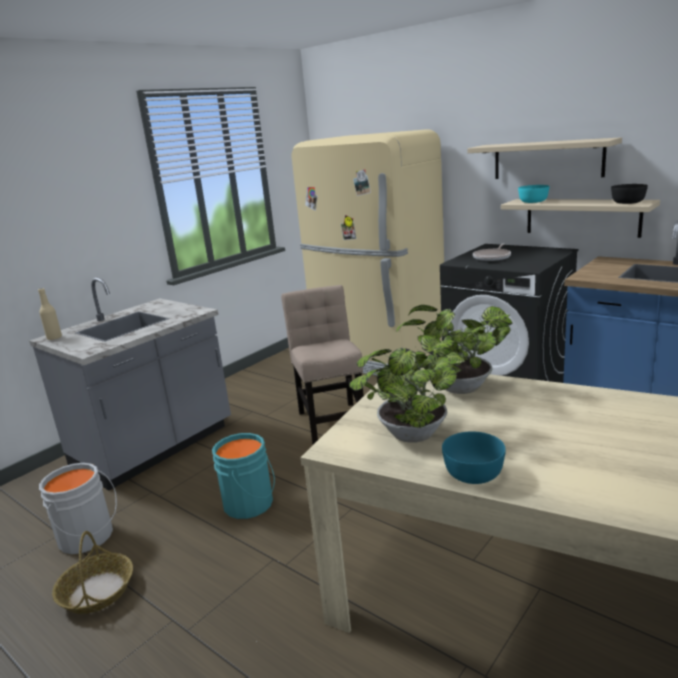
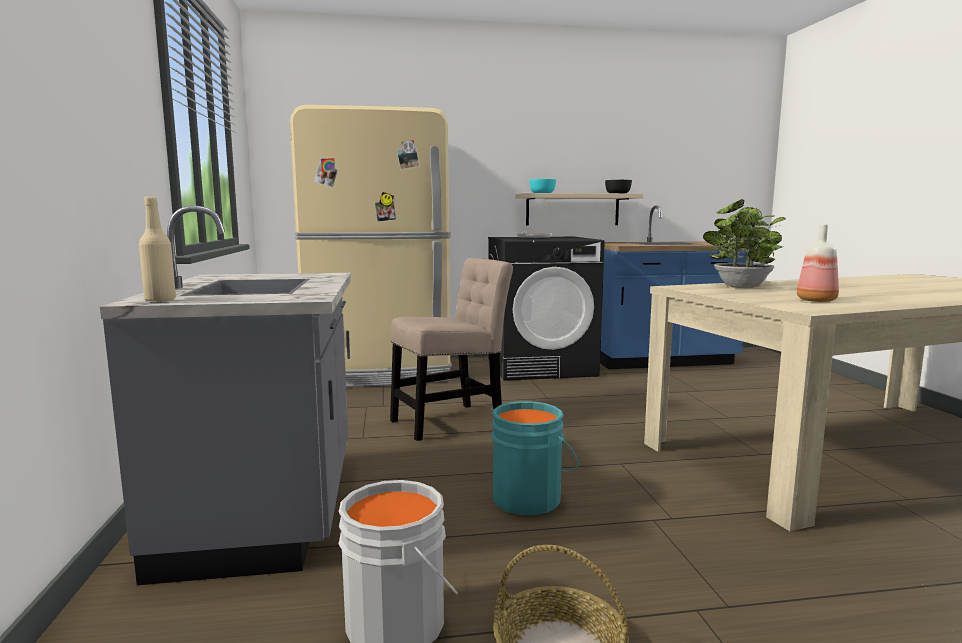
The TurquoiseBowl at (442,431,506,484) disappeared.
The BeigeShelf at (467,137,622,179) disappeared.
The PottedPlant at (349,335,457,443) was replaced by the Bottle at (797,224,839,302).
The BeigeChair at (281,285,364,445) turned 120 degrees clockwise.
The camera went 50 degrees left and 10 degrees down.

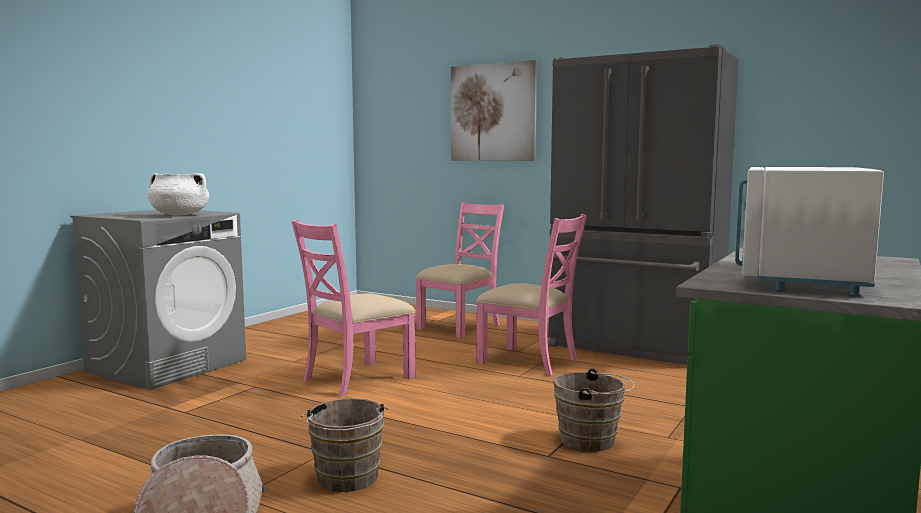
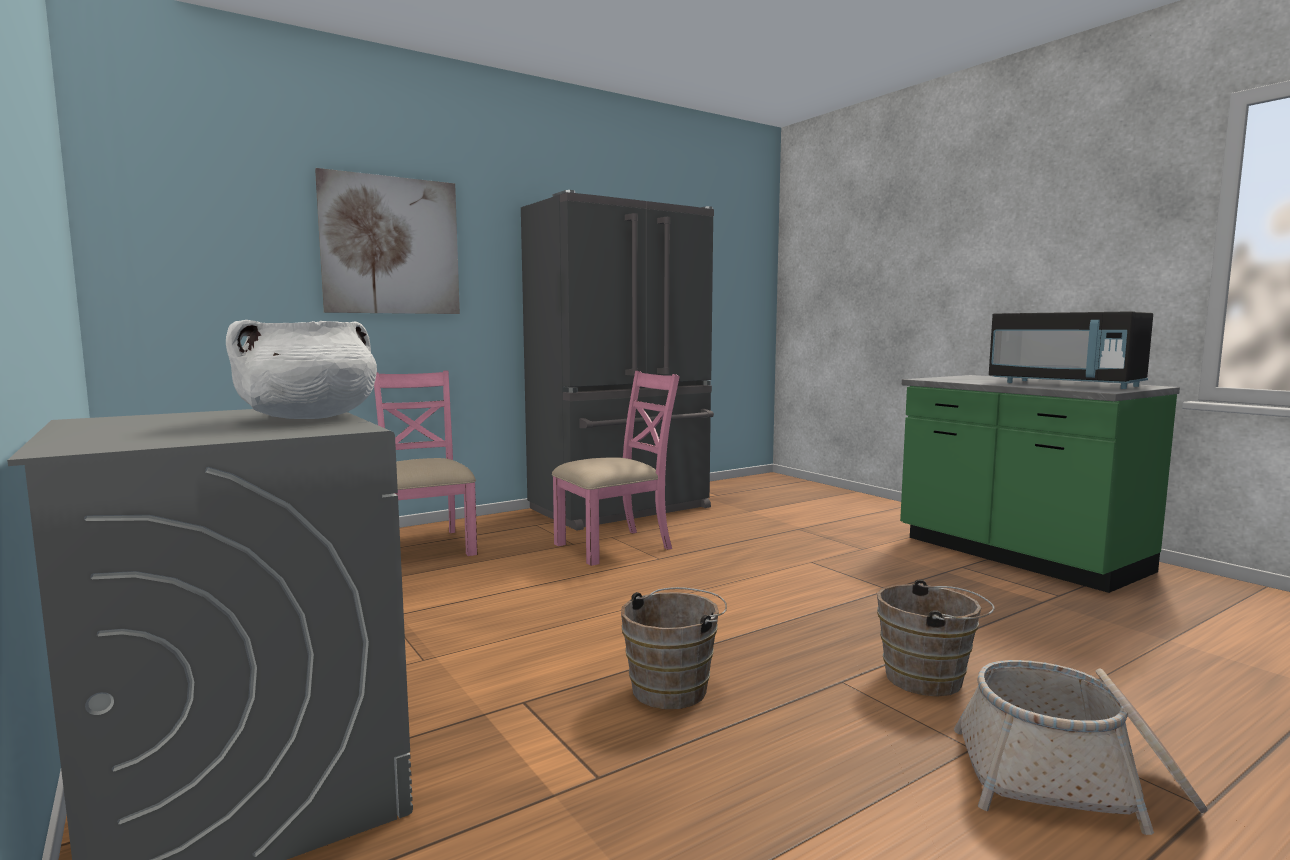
The PinkChair at (292,220,415,397) disappeared.
The BrownBucket moved from (553,369,634,452) to (621,587,727,709).
The WhiteMicrowave at (735,167,884,295) became the BlackMicrowave at (989,311,1153,389).
The camera went 65 degrees left and 0 degrees up.

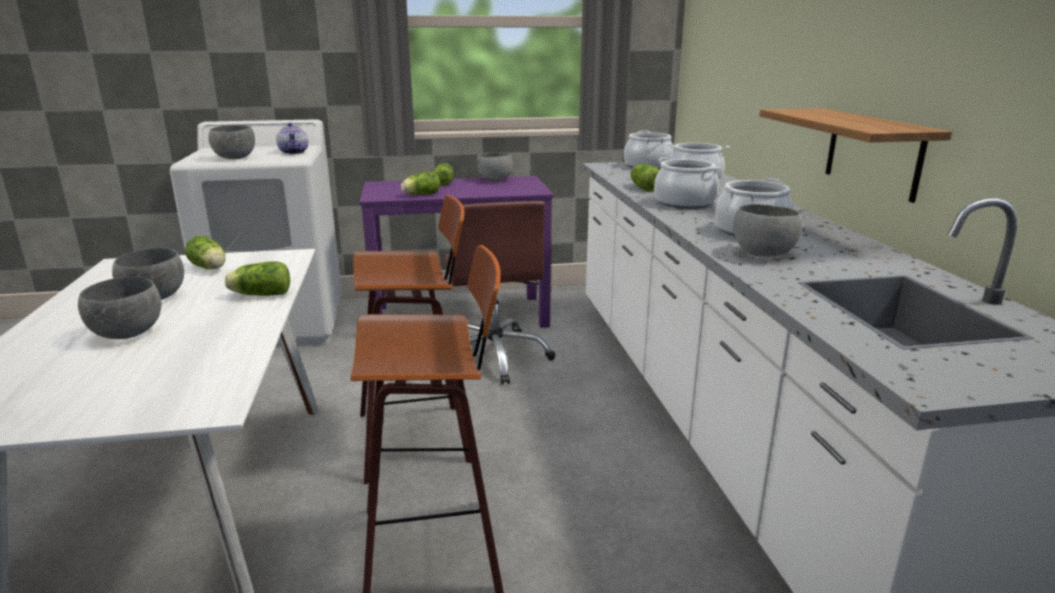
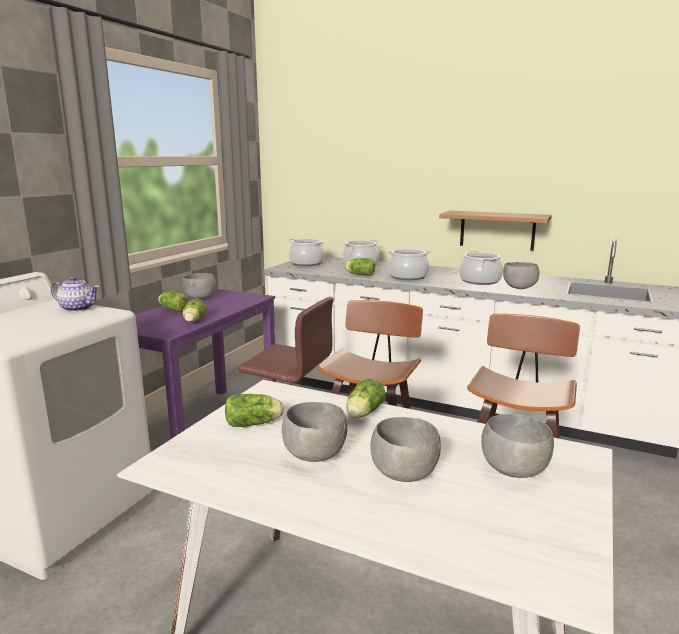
The GreyBowl moved from (208,125,255,159) to (481,414,554,478).
The camera went 55 degrees left and 5 degrees down.

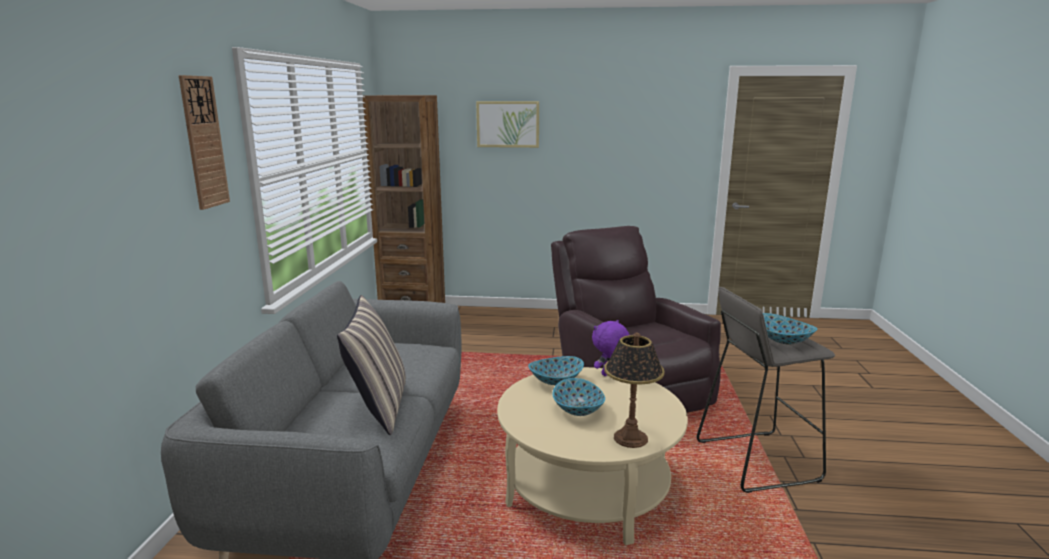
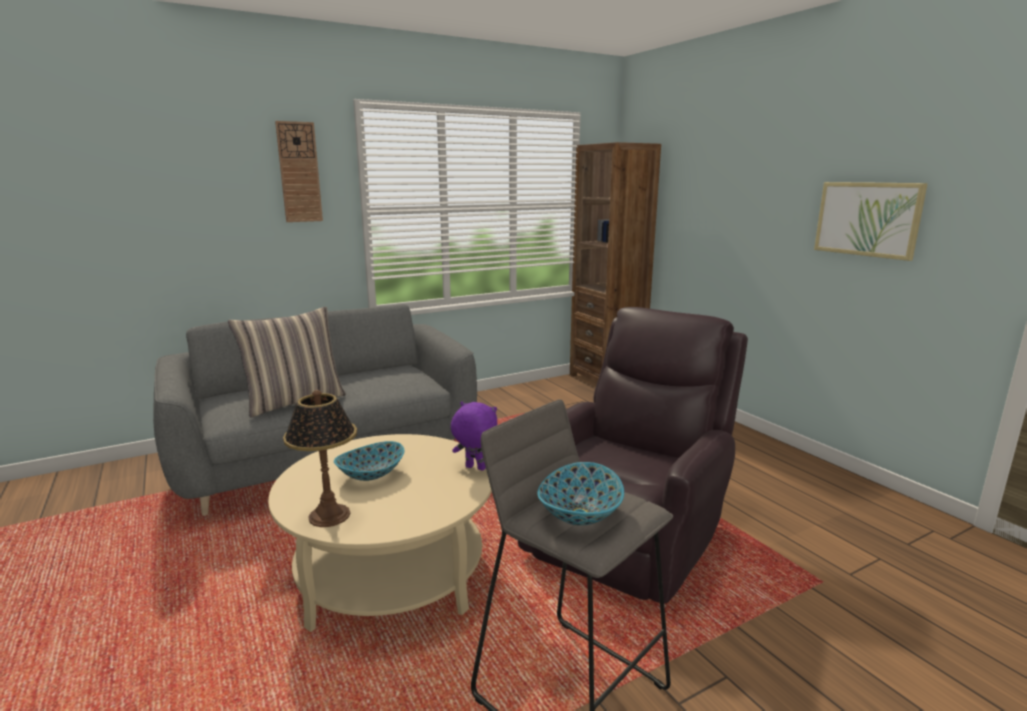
The Bowl at (528,356,584,385) disappeared.
The Picture moved from (476,101,539,148) to (814,182,928,261).
The camera went 55 degrees right and 0 degrees up.

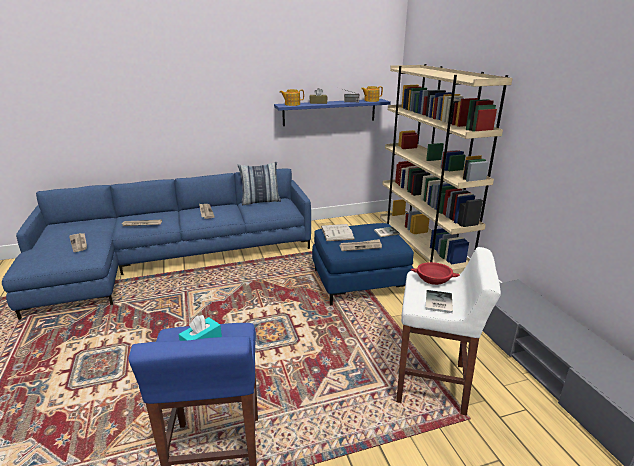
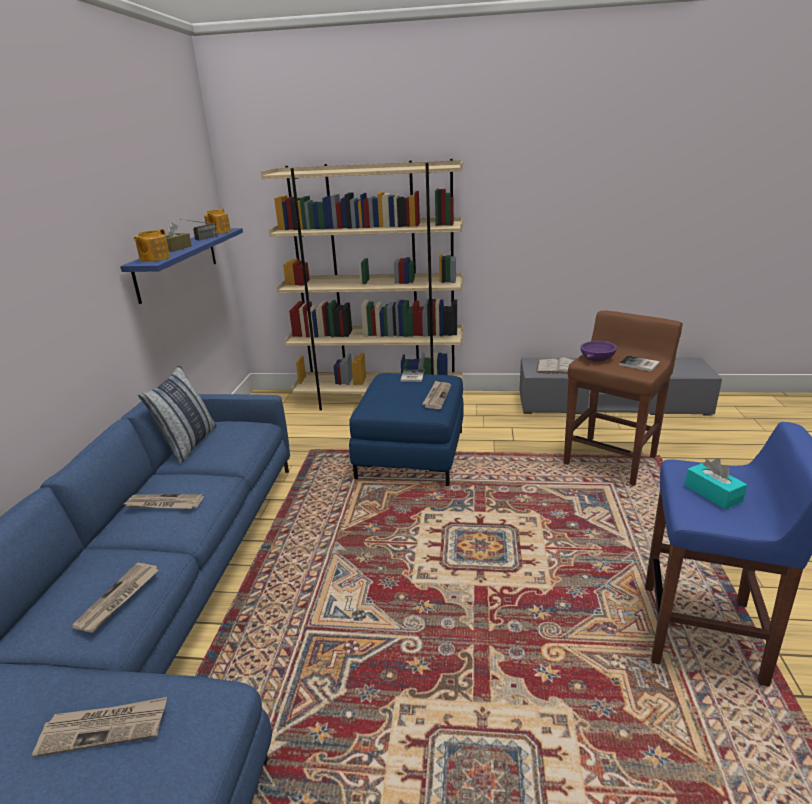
The WhiteBook moved from (321,224,355,241) to (536,357,574,374).
The WhiteStool at (396,247,501,416) became the BrownStool at (564,310,683,486).
The RedBowl at (411,262,460,285) became the PurpleBowl at (581,341,617,362).
The camera went 65 degrees left and 0 degrees up.

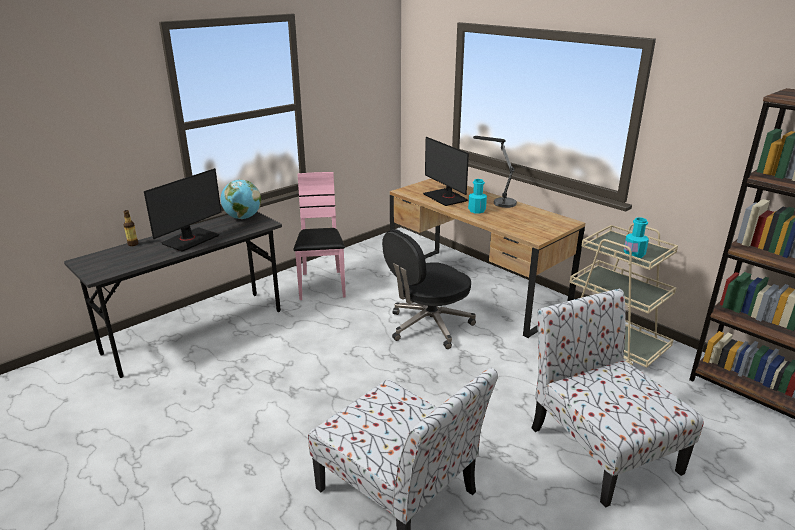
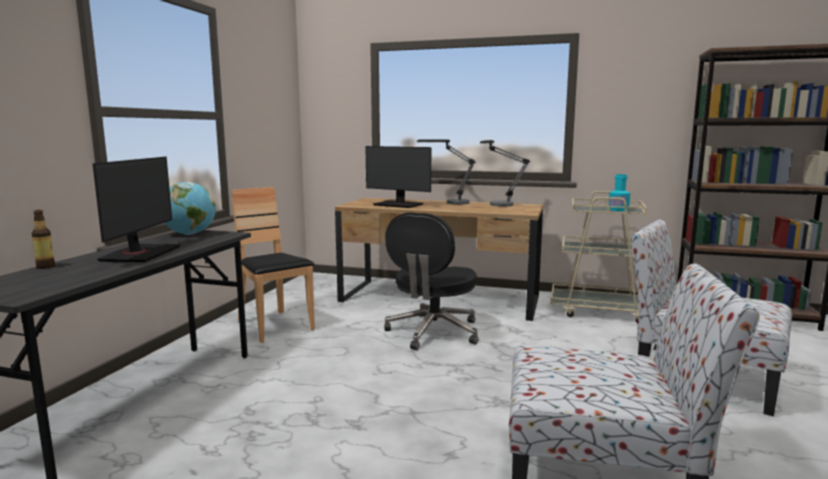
The TurquoiseBottle at (468,179,487,214) disappeared.
The TableLamp at (480,140,530,207) appeared.
The PinkChair at (293,172,346,300) became the BrownChair at (232,187,315,343).
The camera went 30 degrees left and 15 degrees down.

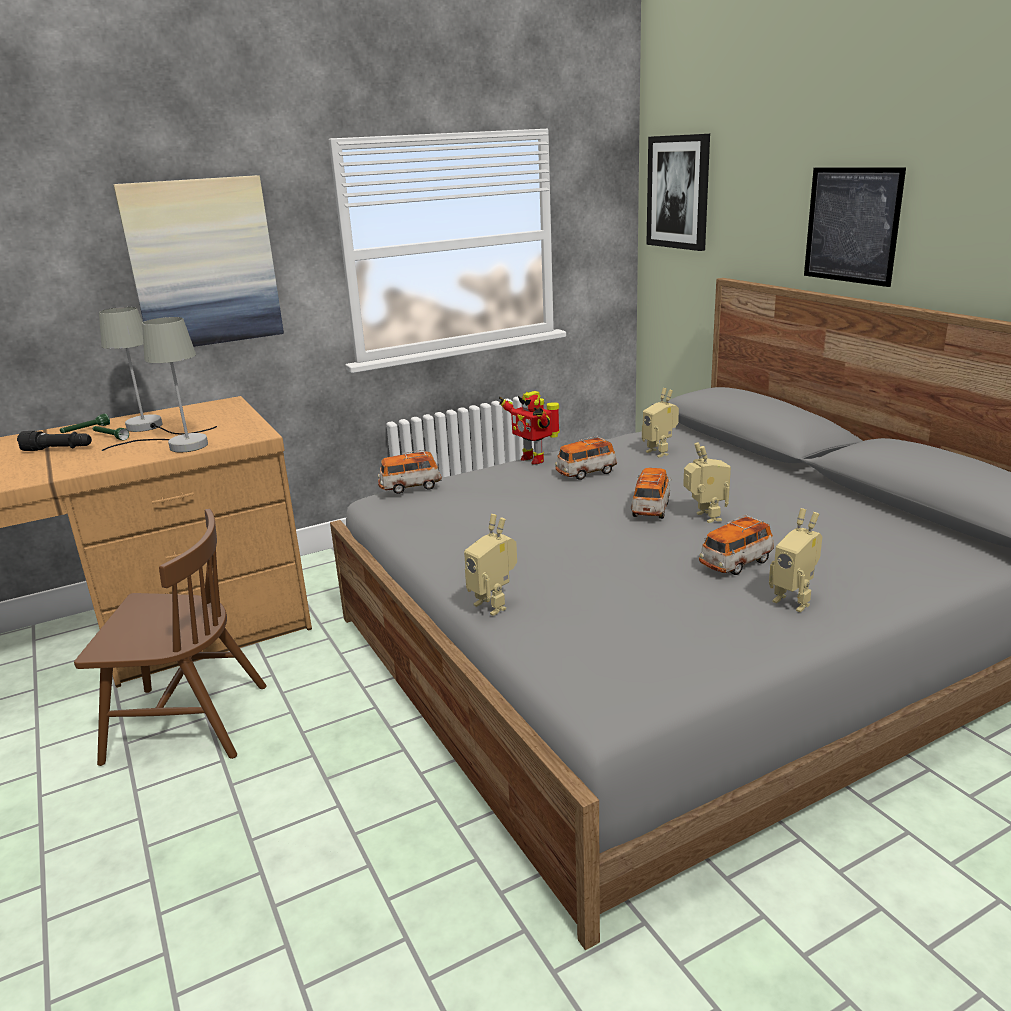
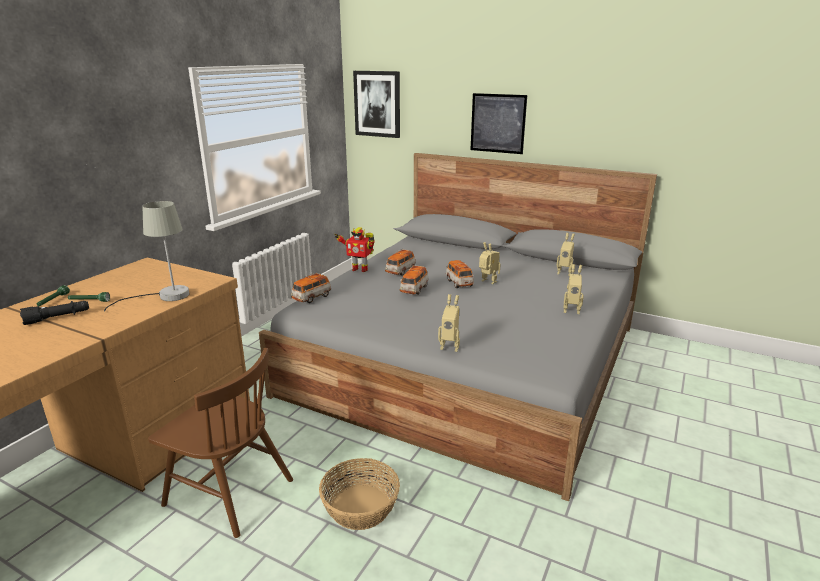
The GreyTableLamp at (99,307,217,435) disappeared.
The Picture at (113,175,284,347) disappeared.
The Basket at (319,458,400,530) appeared.
The ToyRobot moved from (642,388,679,458) to (557,233,575,276).
The ToyCar moved from (699,515,774,575) to (400,265,429,295).
The BrownChair at (74,509,267,766) turned 60 degrees clockwise.
The camera went 35 degrees left and 0 degrees up.

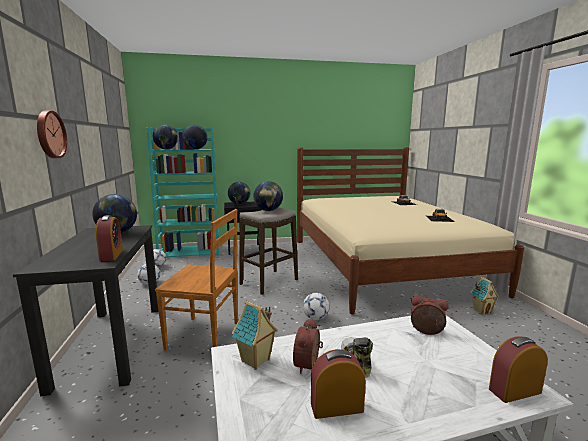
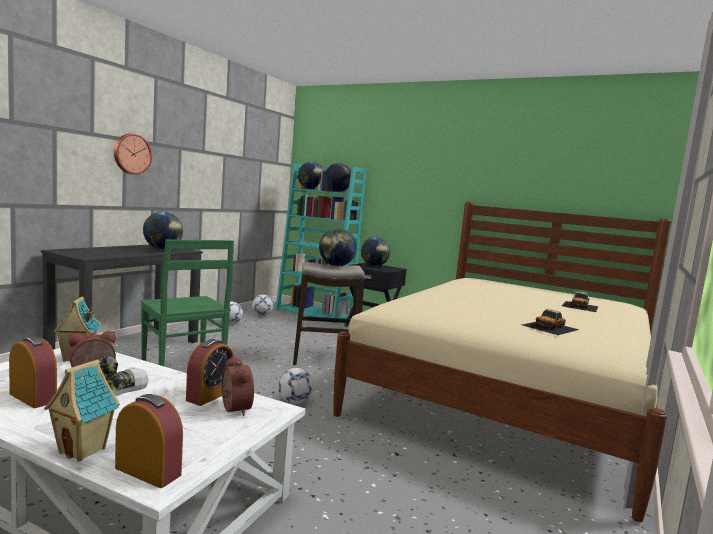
The AlarmClock moved from (96,215,123,261) to (186,339,233,406).
The ToyHouse moved from (470,277,499,315) to (44,360,120,461).
The BrownChair at (155,209,238,351) became the GreenChair at (141,240,234,366).
The camera went 40 degrees right and 5 degrees down.

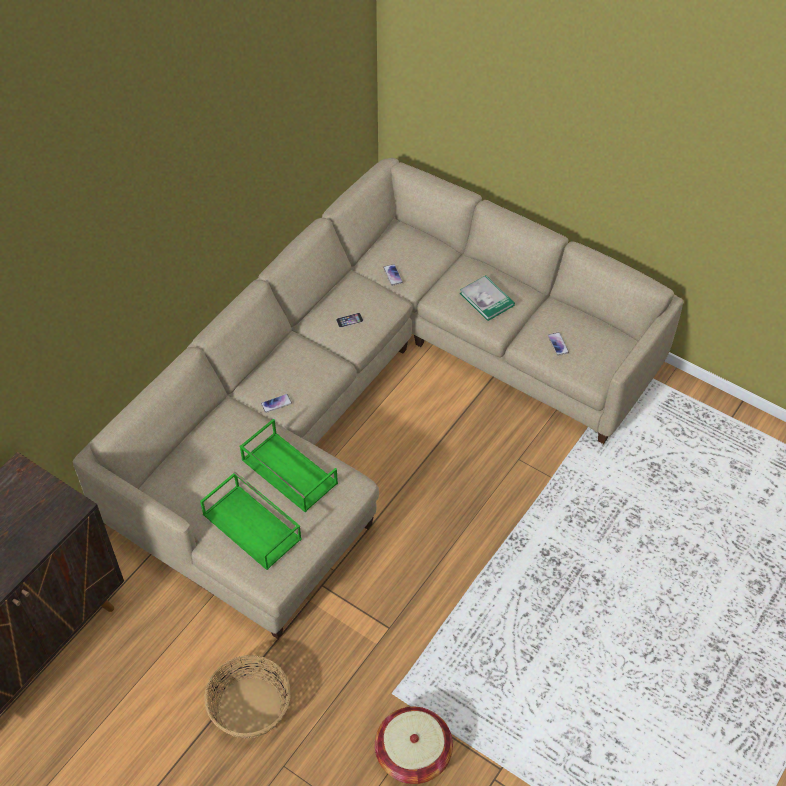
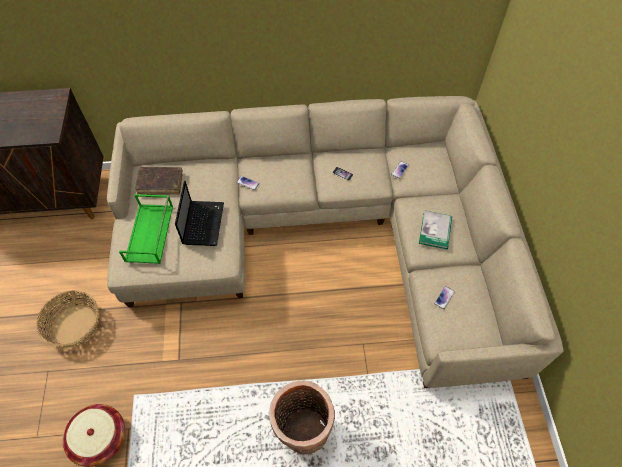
The BrownBook at (135,167,183,195) appeared.
The Basket at (269,381,335,454) appeared.
The GreenTray at (240,419,338,512) was replaced by the Laptop at (175,181,224,246).
The camera went 50 degrees right and 5 degrees up.

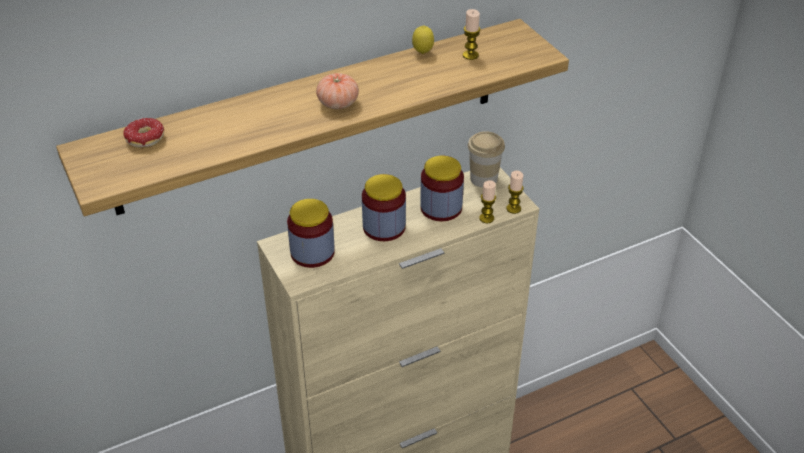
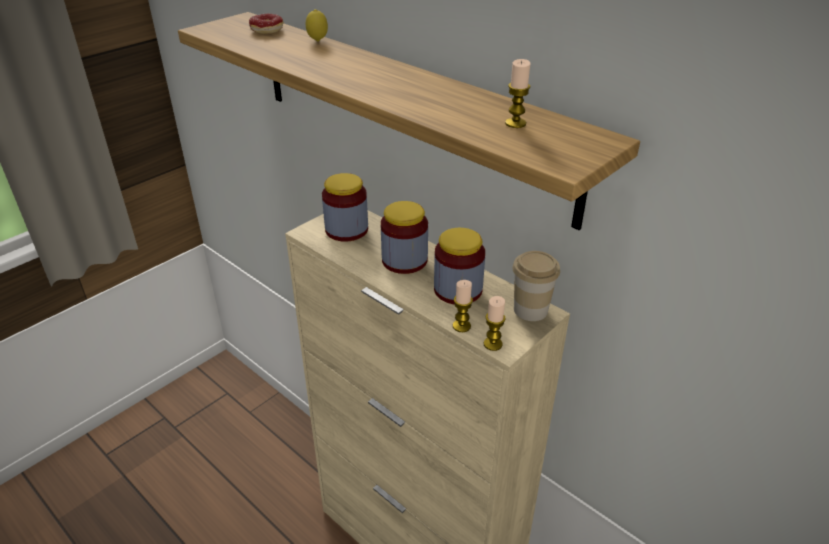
The Tomato at (316,73,359,109) disappeared.
The Lemon moved from (412,25,434,54) to (306,9,328,42).
The camera went 70 degrees right and 5 degrees down.

